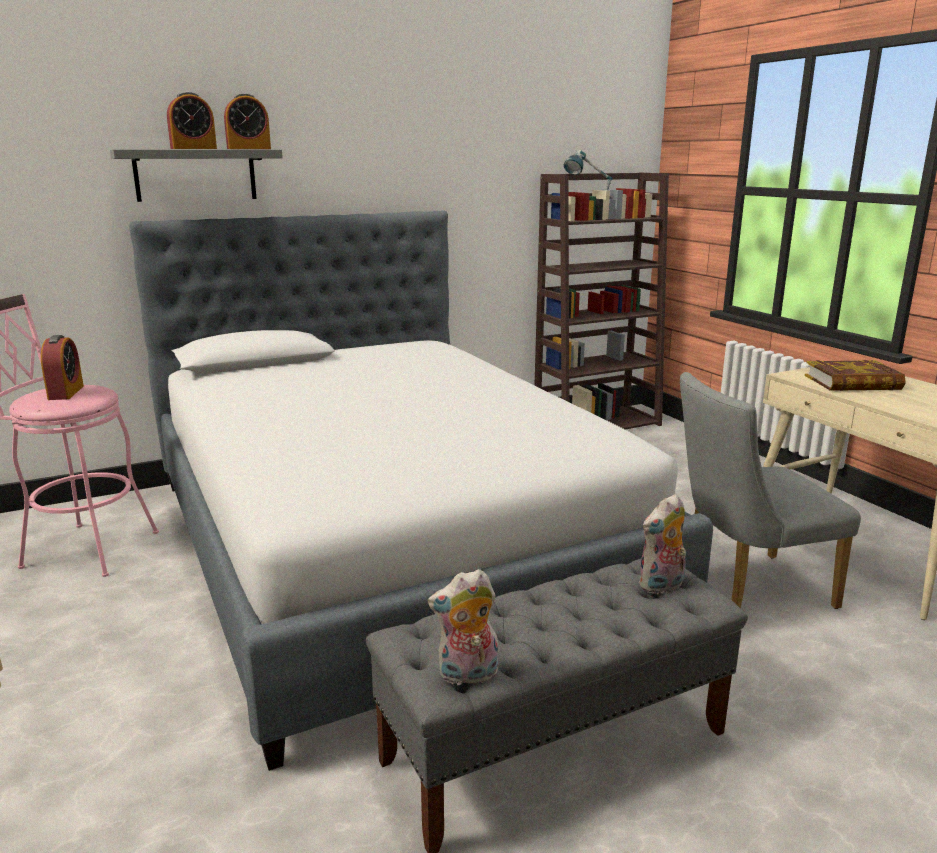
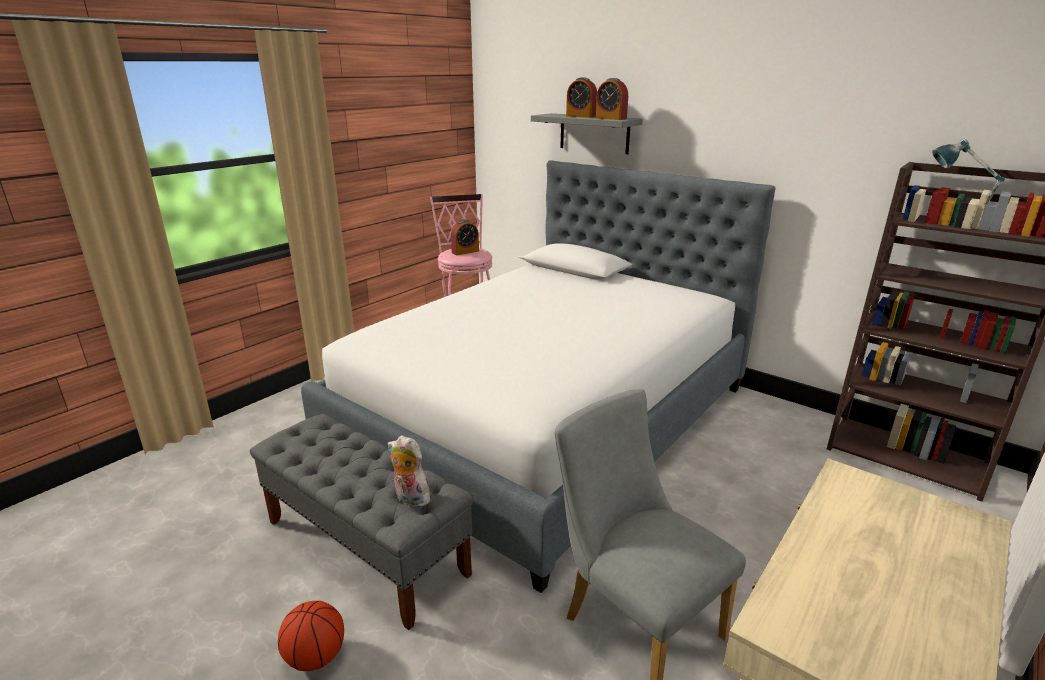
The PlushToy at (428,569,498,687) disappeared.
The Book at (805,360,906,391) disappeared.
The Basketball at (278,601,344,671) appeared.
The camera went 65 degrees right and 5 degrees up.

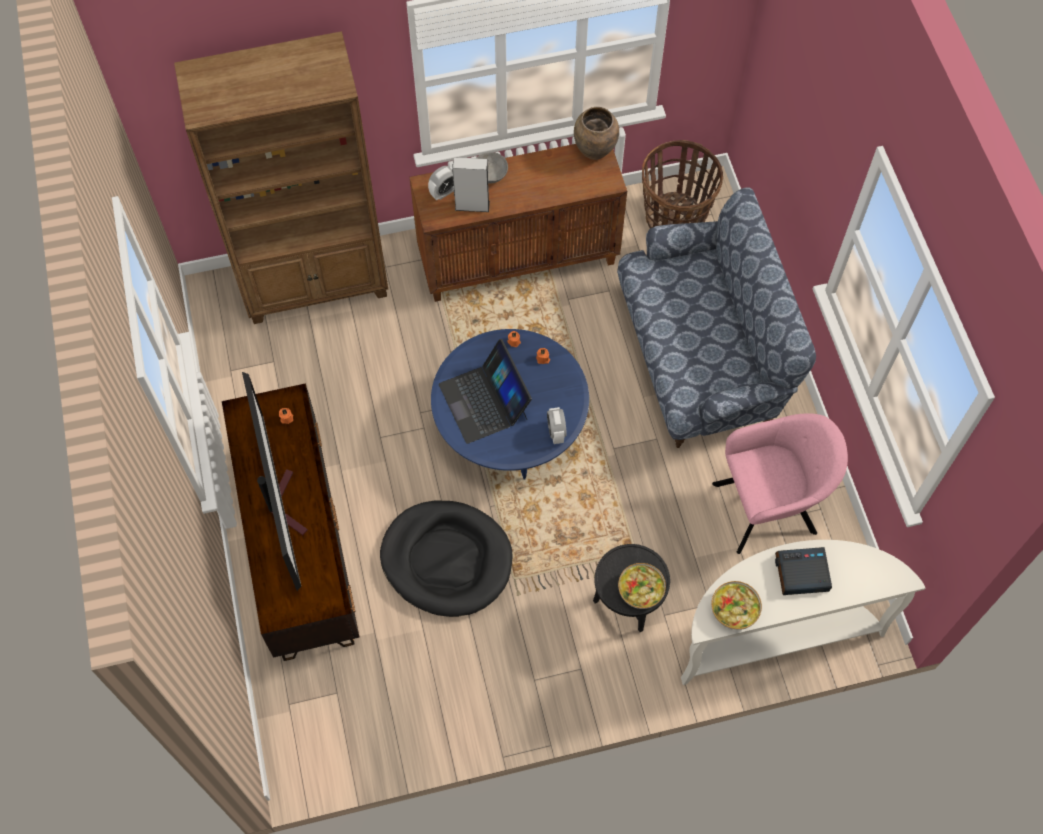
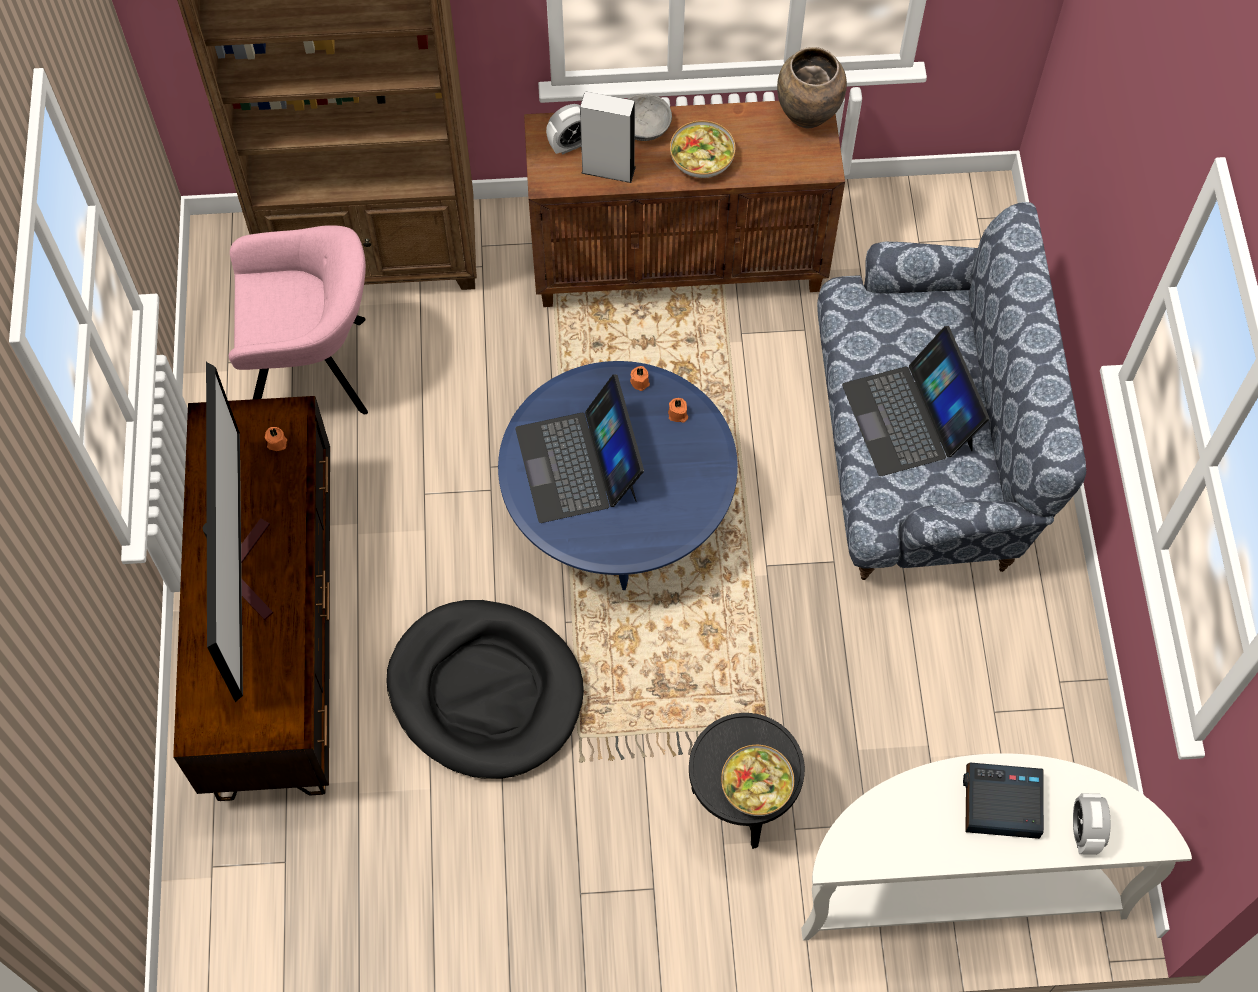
The Basket at (642,140,723,228) disappeared.
The Laptop at (842,326,989,476) appeared.
The AlarmClock moved from (547,407,567,444) to (1073,793,1110,855).
The Bowl moved from (711,581,762,630) to (670,120,735,178).
The PinkArmchair moved from (712,413,848,554) to (229,225,368,414).
The camera went 10 degrees right and 0 degrees up.

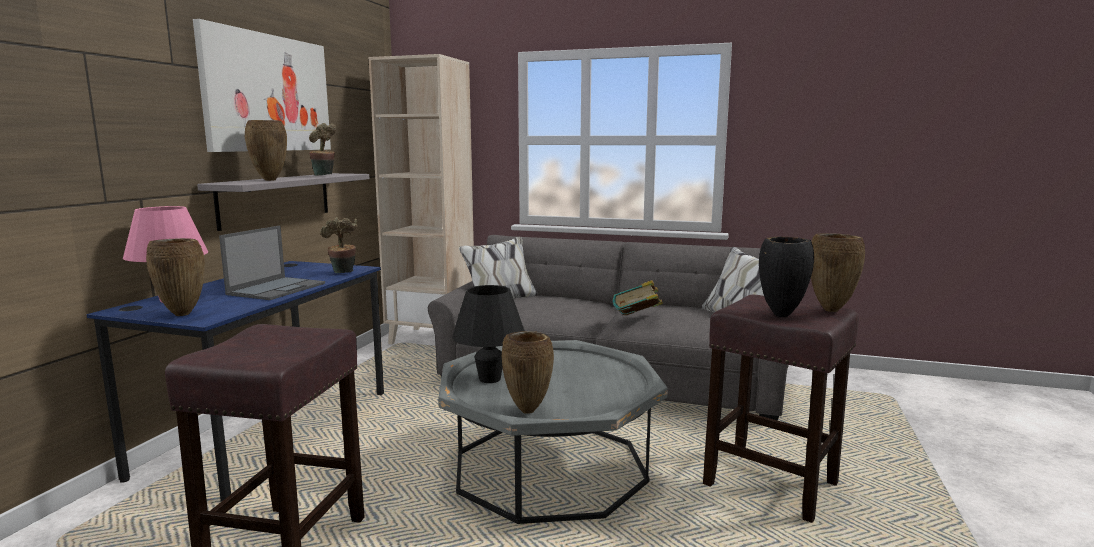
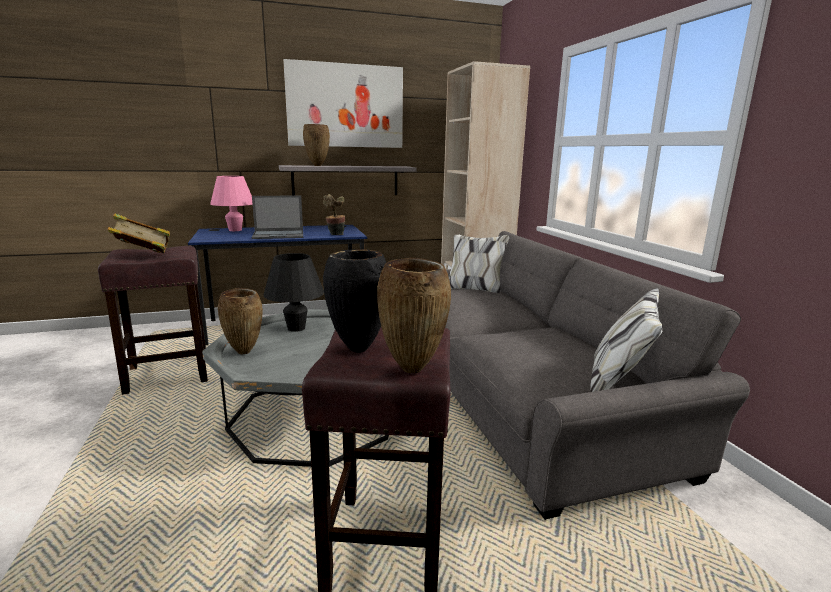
The BrownVase at (146,238,205,316) disappeared.
The PottedPlant at (309,123,336,176) disappeared.
The Book moved from (613,280,663,315) to (107,213,170,253).
The camera went 55 degrees right and 5 degrees up.

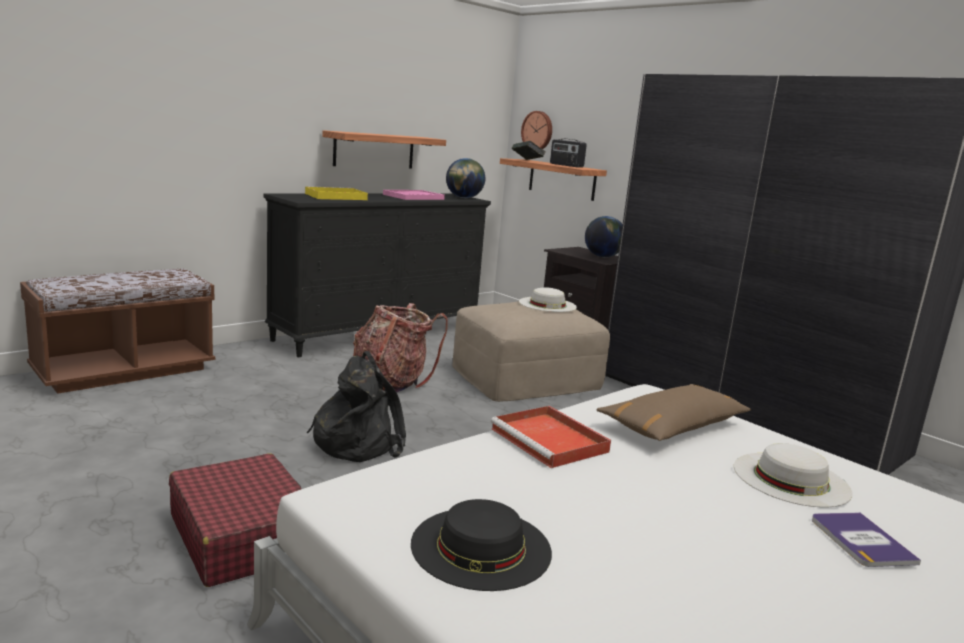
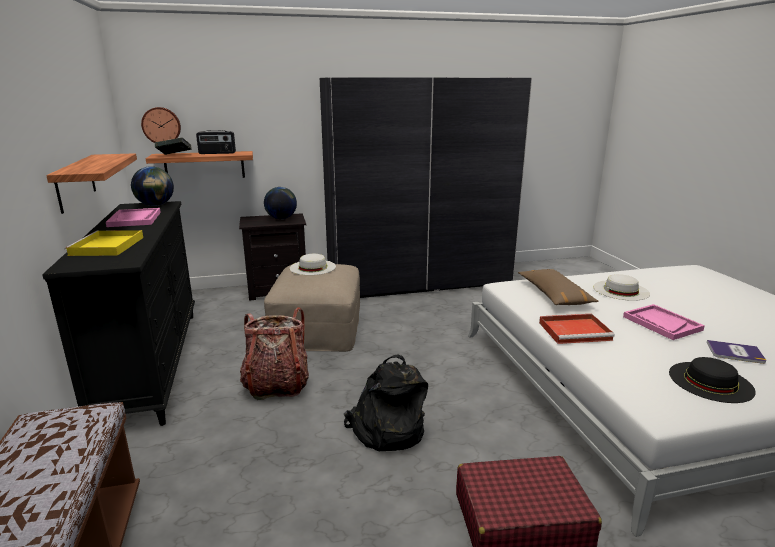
The PinkTray at (623,304,705,340) appeared.
The Book moved from (812,512,921,567) to (707,340,766,364).
The camera went 60 degrees left and 5 degrees up.

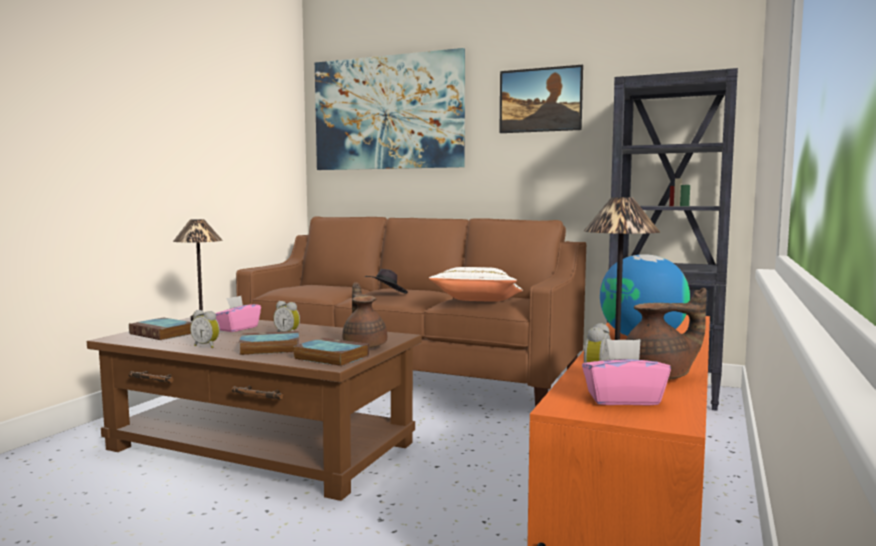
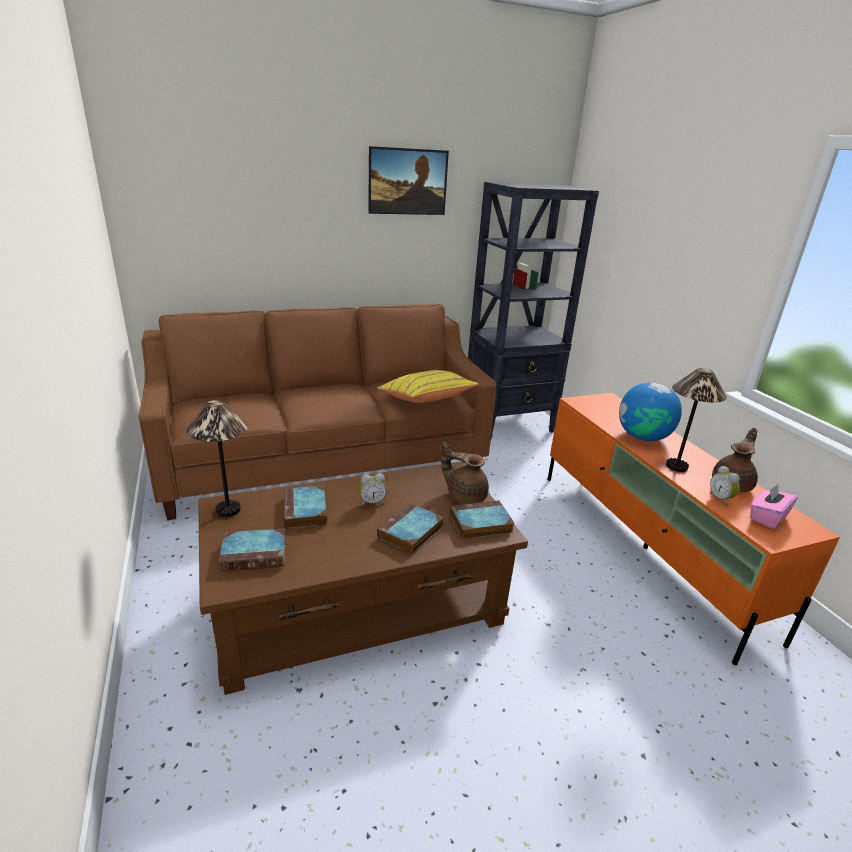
The AlarmClock at (190,310,220,348) disappeared.
The Picture at (315,48,465,170) disappeared.
The BlackHat at (364,269,408,294) disappeared.
The PinkTissueBox at (215,296,261,332) was replaced by the Book at (284,486,328,529).
The WhitePillow at (429,267,523,302) became the YellowPillow at (377,370,479,403).
The camera went 45 degrees left and 20 degrees up.

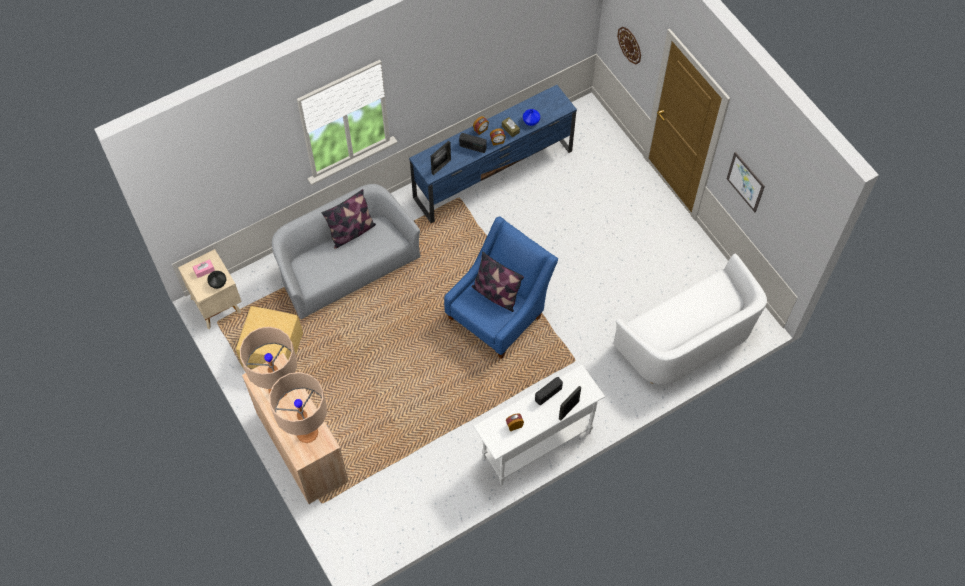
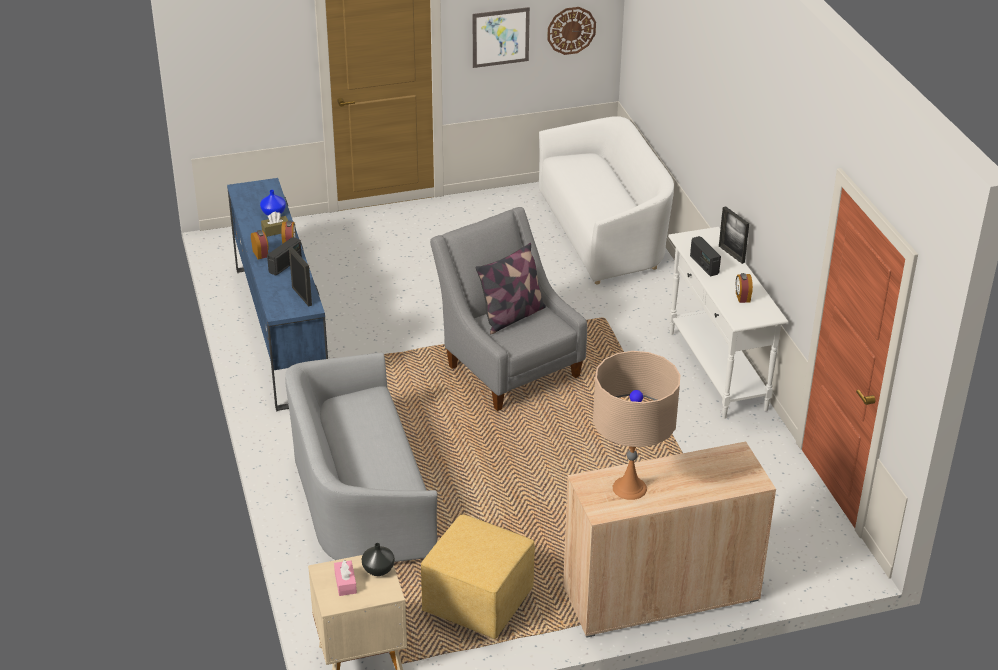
The BeigeTableLamp at (269,372,327,443) disappeared.
The Pillow at (321,189,376,249) disappeared.
The WallClock moved from (617,26,641,65) to (547,7,596,55).
The BlueArmchair at (444,216,558,359) became the GreyArmchair at (430,207,587,411).
The camera went 75 degrees left and 25 degrees down.

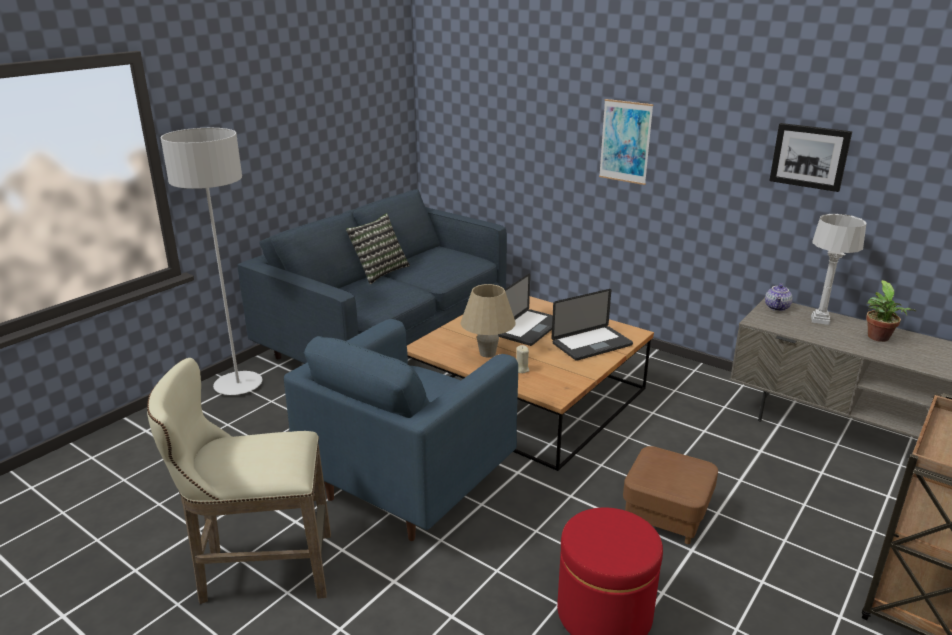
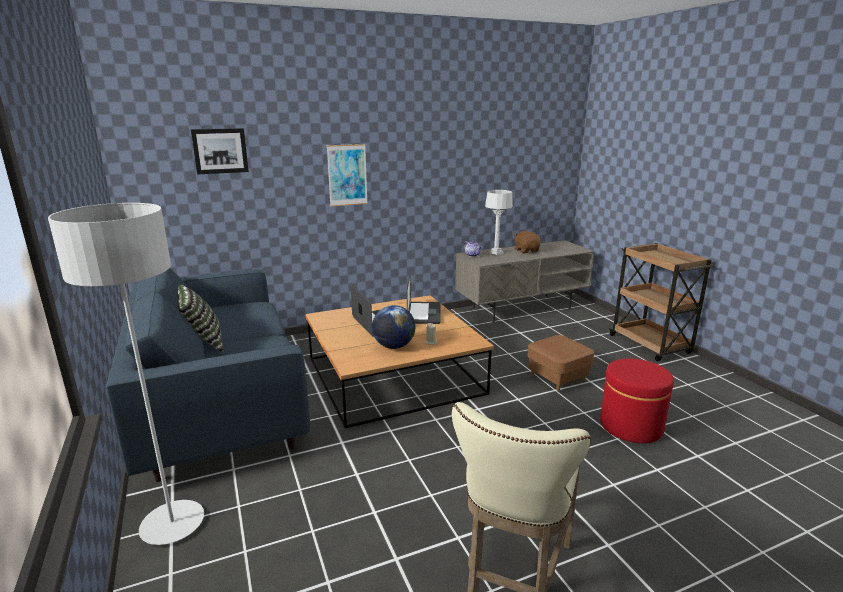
The BlueArmchair at (284,319,518,541) disappeared.
The Picture moved from (769,123,852,192) to (191,128,249,174).
The BeigeTableLamp at (461,284,516,357) was replaced by the Globe at (372,305,416,349).
The PottedPlant at (866,280,916,342) was replaced by the BrownPlushToy at (514,231,541,253).
The camera went 60 degrees left and 5 degrees down.

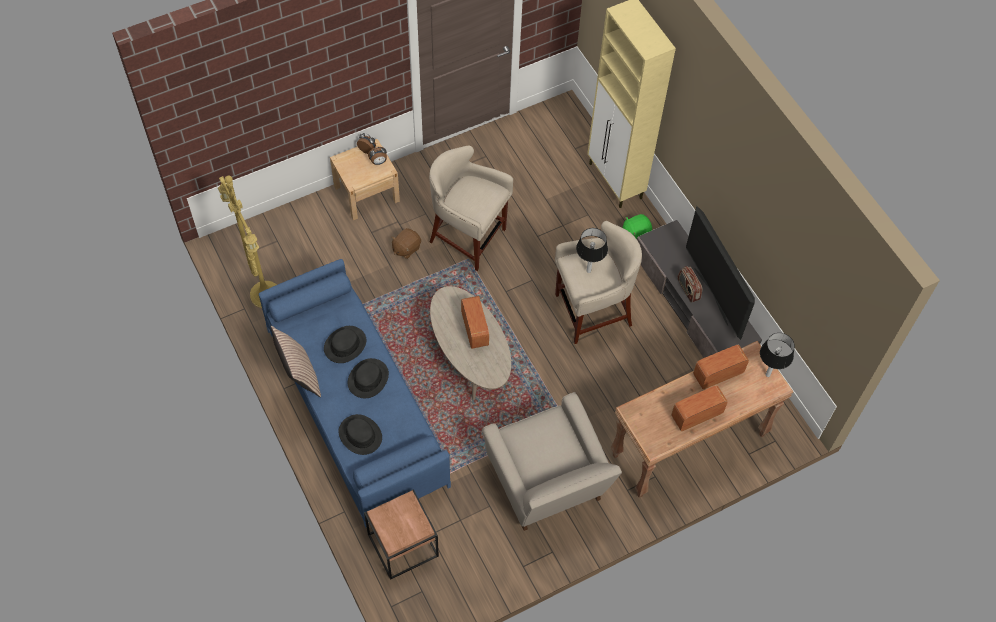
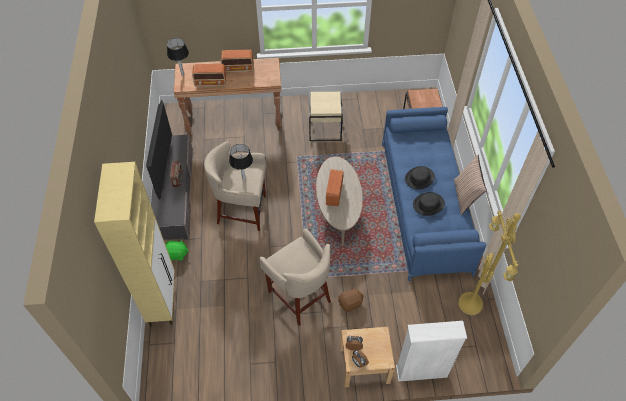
The BlackHat at (338,414,382,455) disappeared.
The WhiteBookcase at (396,321,467,381) appeared.
The BeigeArmchair at (482,392,622,531) was replaced by the BeigeSideTable at (309,92,343,141).
The camera went 155 degrees left and 5 degrees down.

